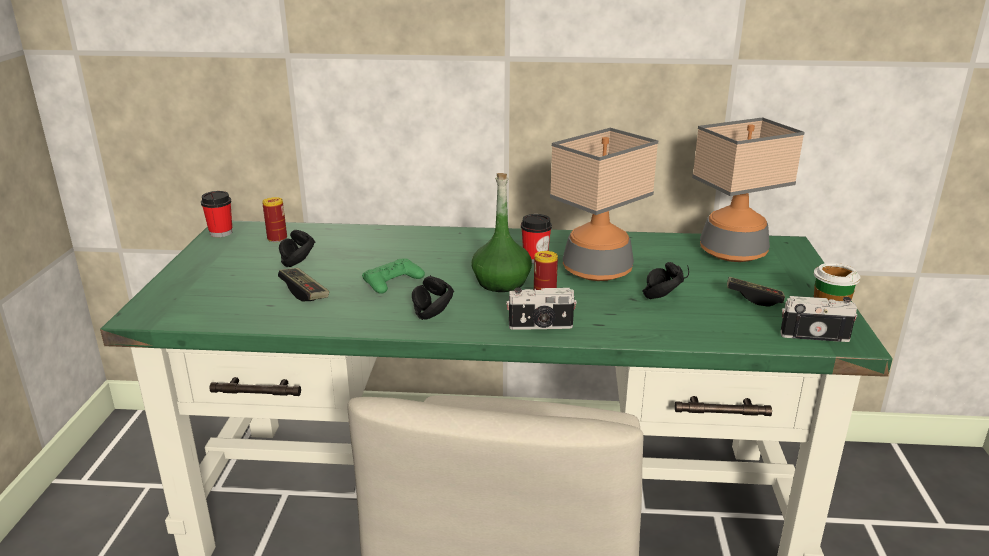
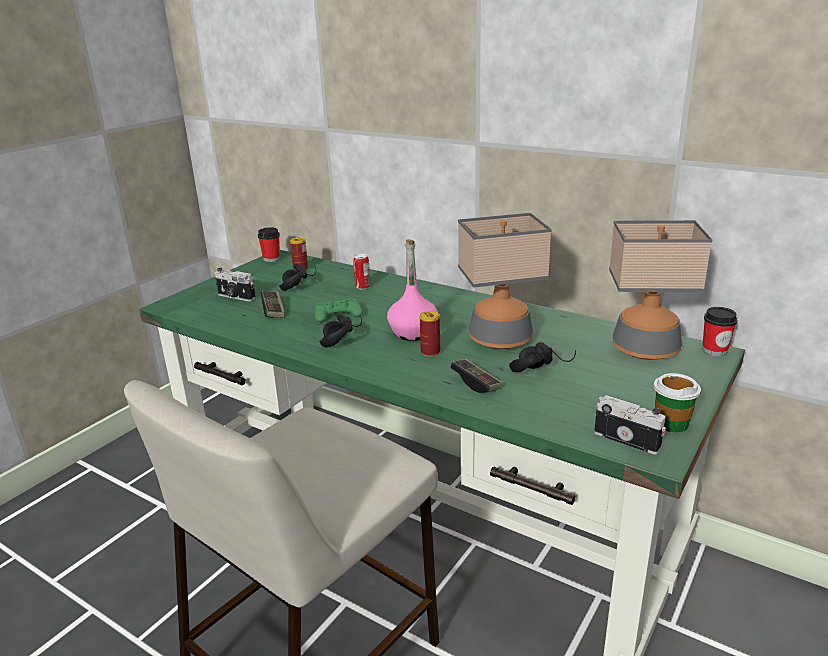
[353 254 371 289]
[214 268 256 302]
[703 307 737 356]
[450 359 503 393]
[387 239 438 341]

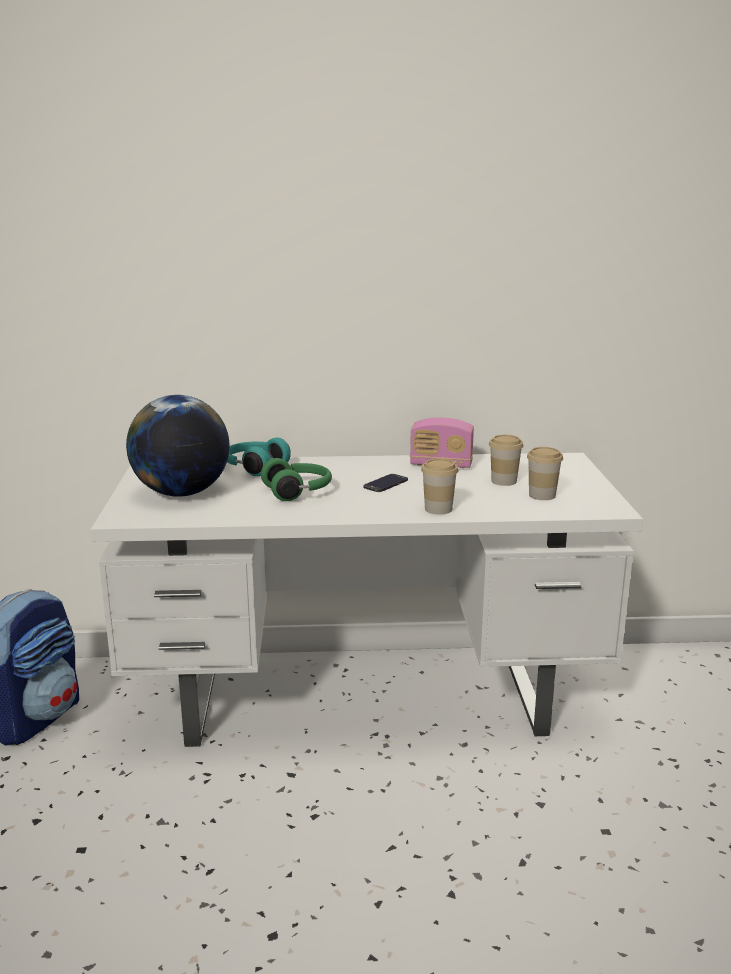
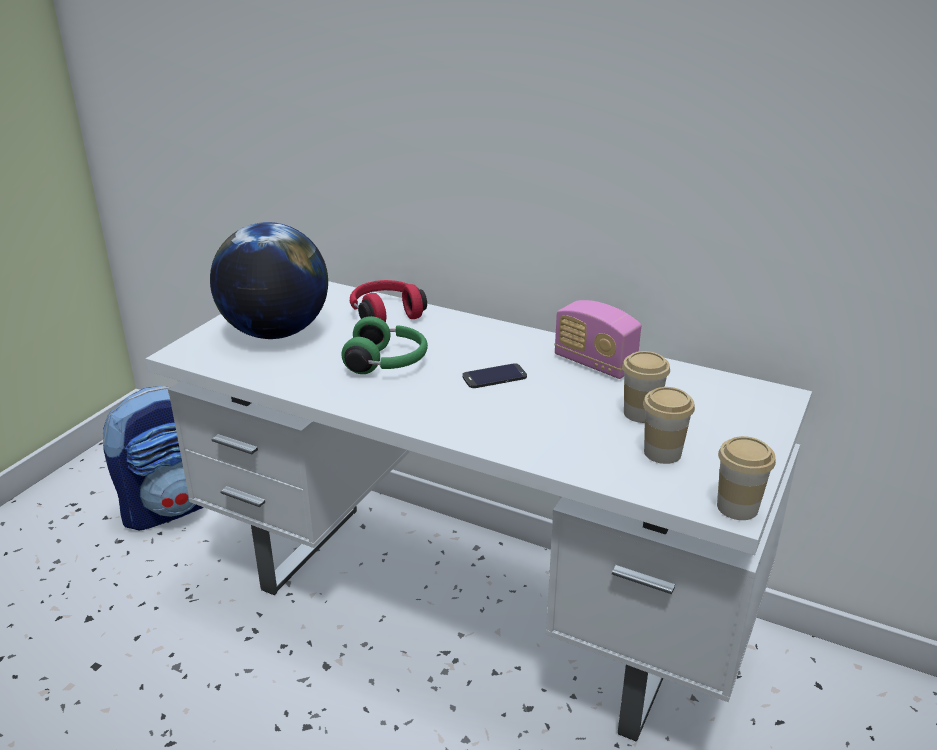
[717 436 776 520]
[350 280 427 322]

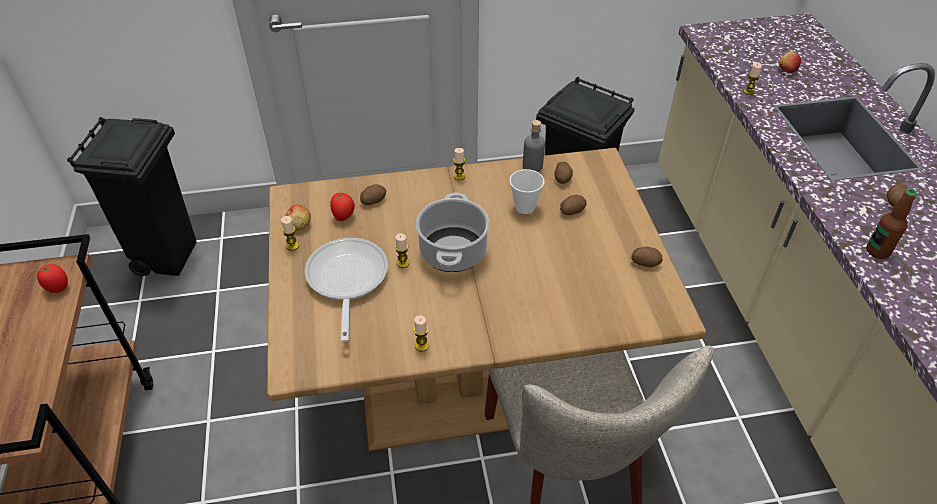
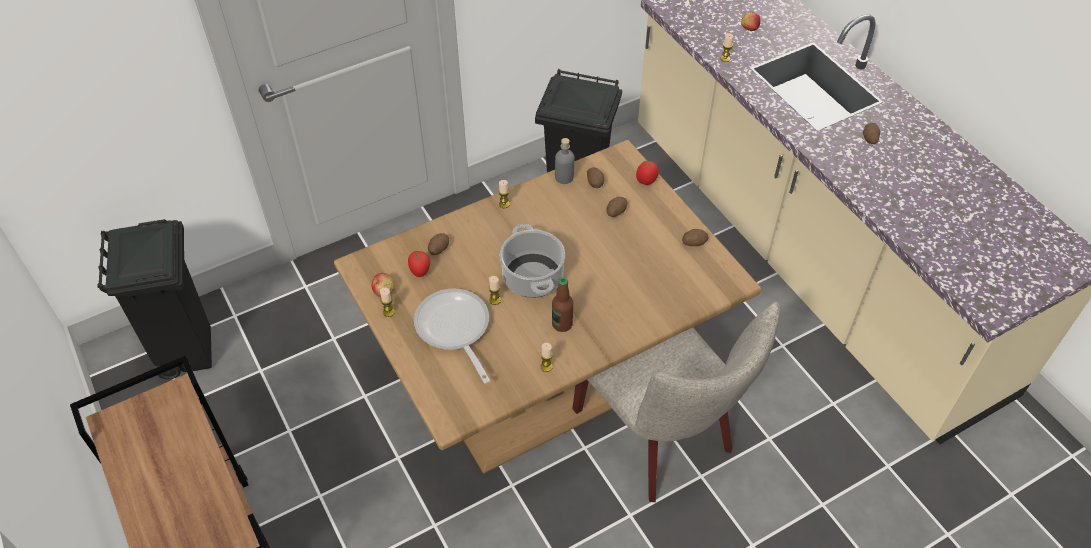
[509 169 545 214] (first image)
[636 161 659 185]
[552 277 573 332]

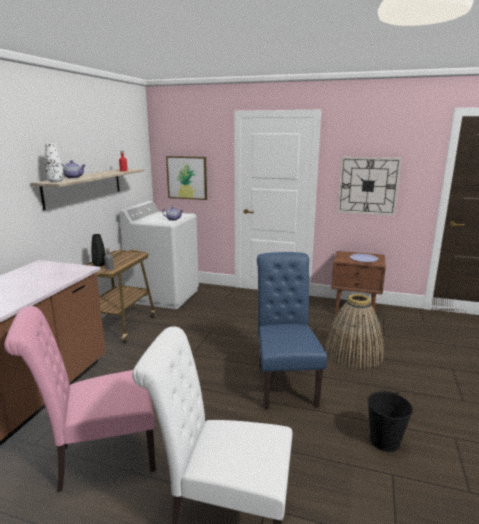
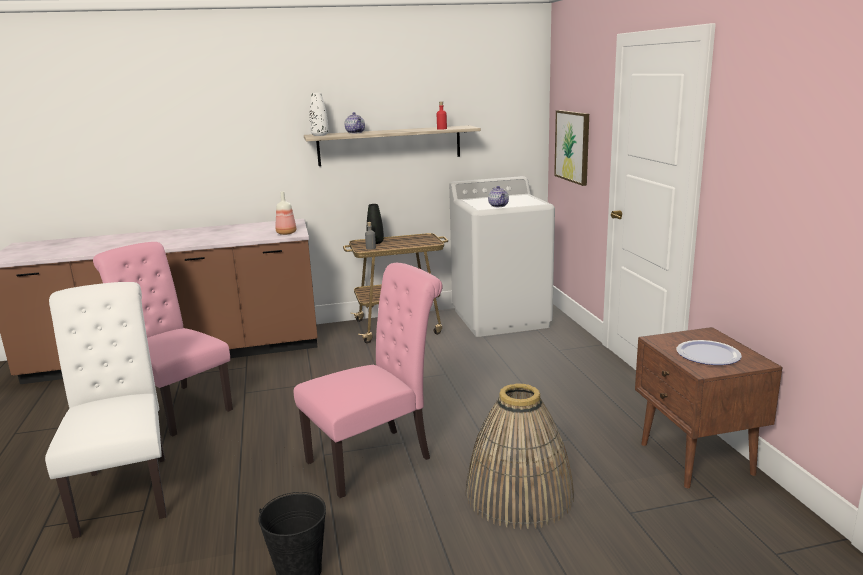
[337 157 402 216] (first image)
[275 191 297 235]
[294 263 443 498]

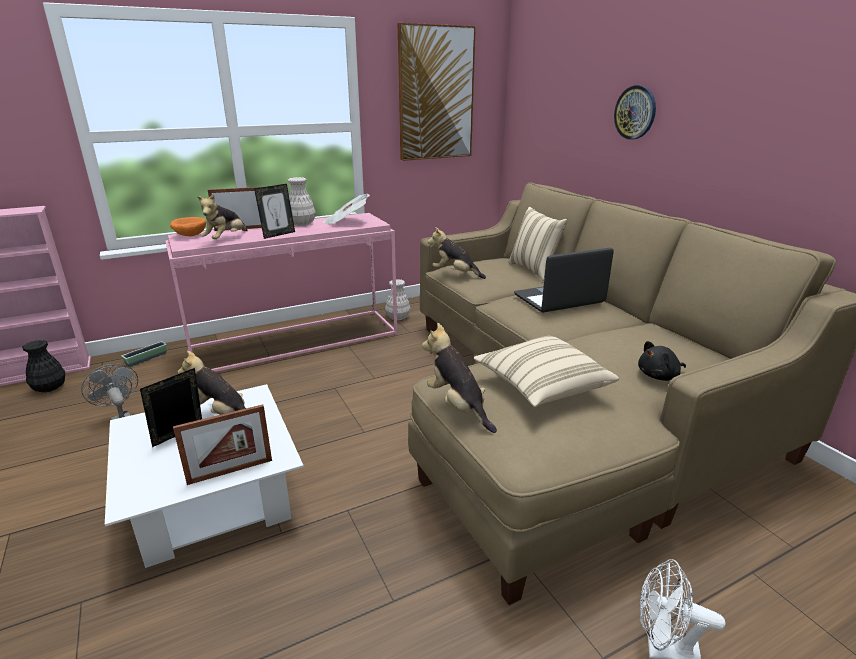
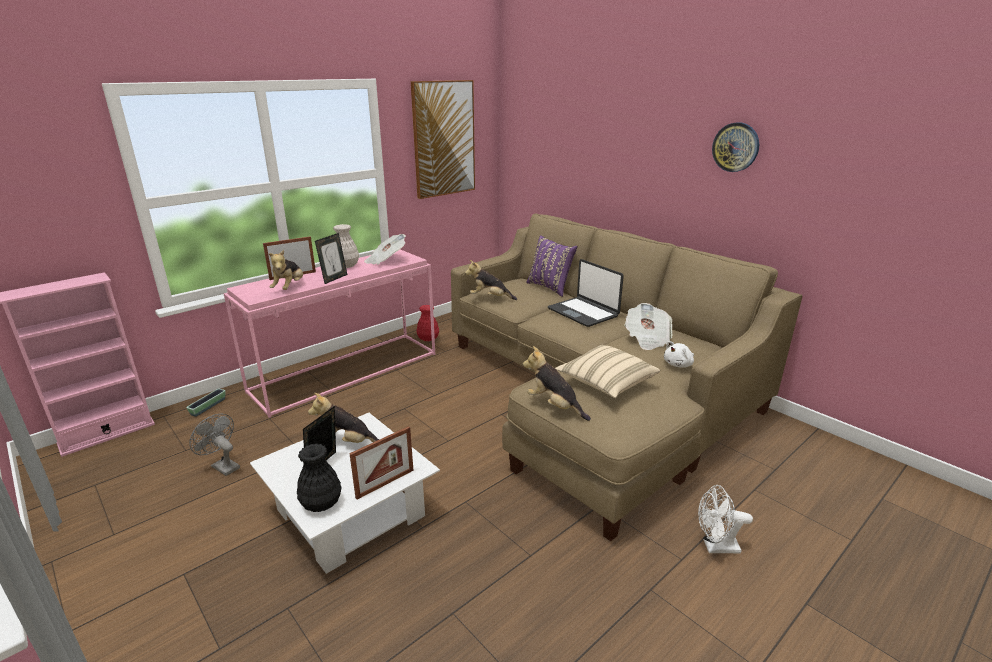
[170 217 206 236] (first image)
[624 303 672 350]
[297 444 342 512]
[712 122 759 172]
[416 305 439 341]
[526 235 578 297]
[664 341 694 368]
[548 259 624 327]

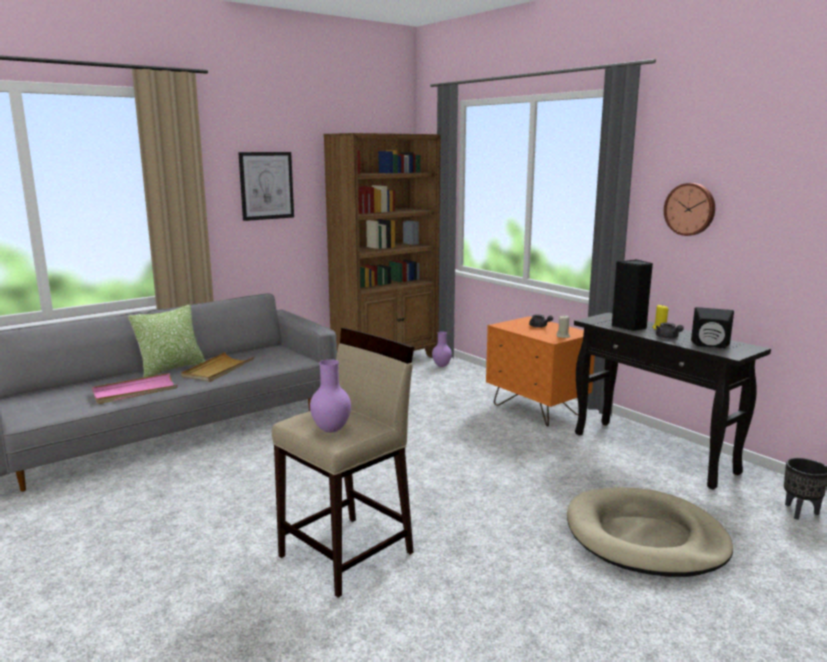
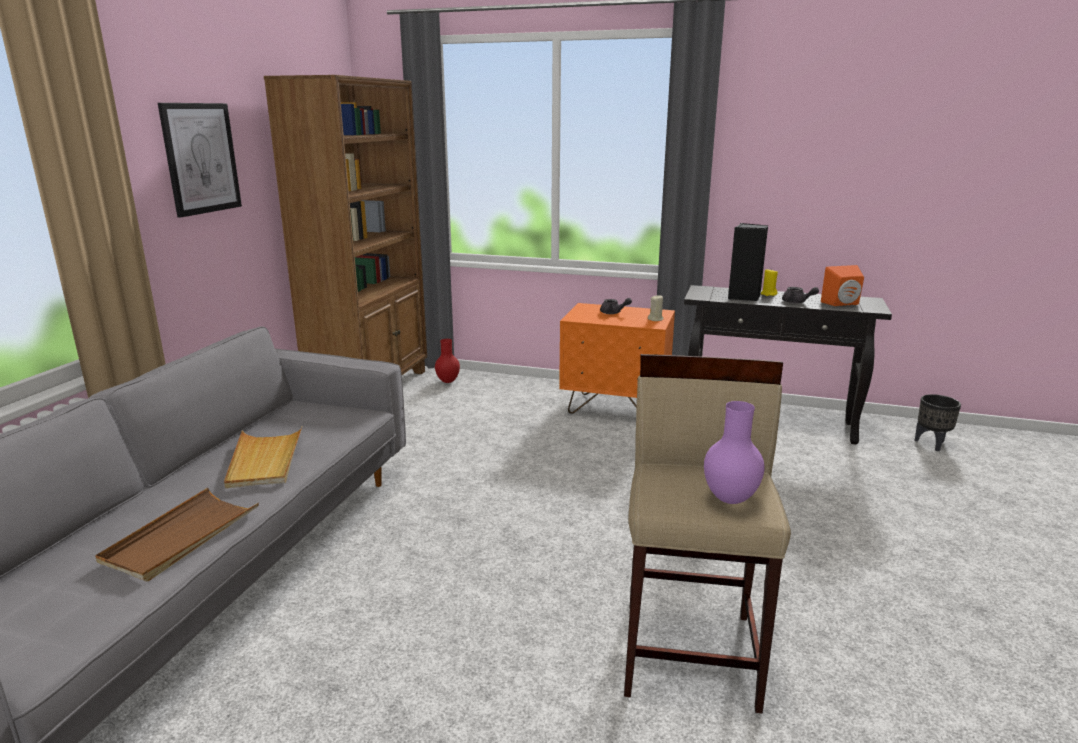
[128 305 205 378] (first image)
[567 487 733 577] (first image)
[664 183 715 236] (first image)
[95 488 259 582]
[435 339 460 383]
[821 265 864 306]

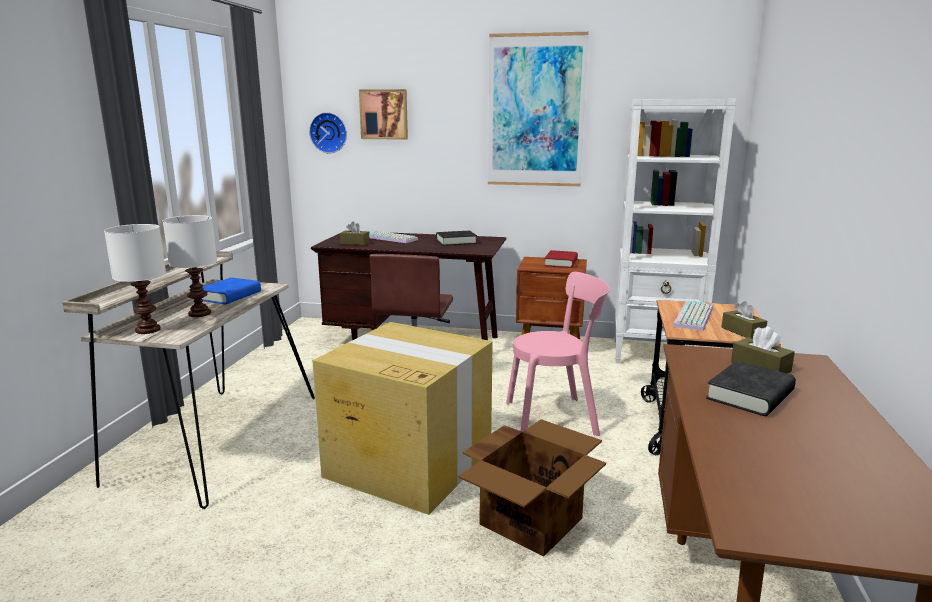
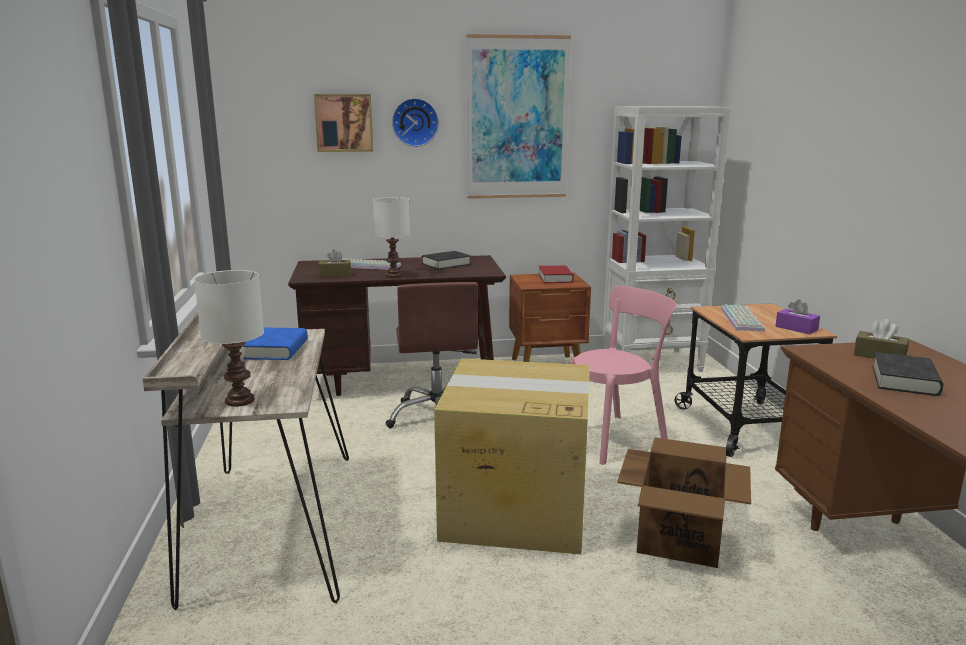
[373 197 410 278]
[392 98 439 147]
[776 299 820 334]

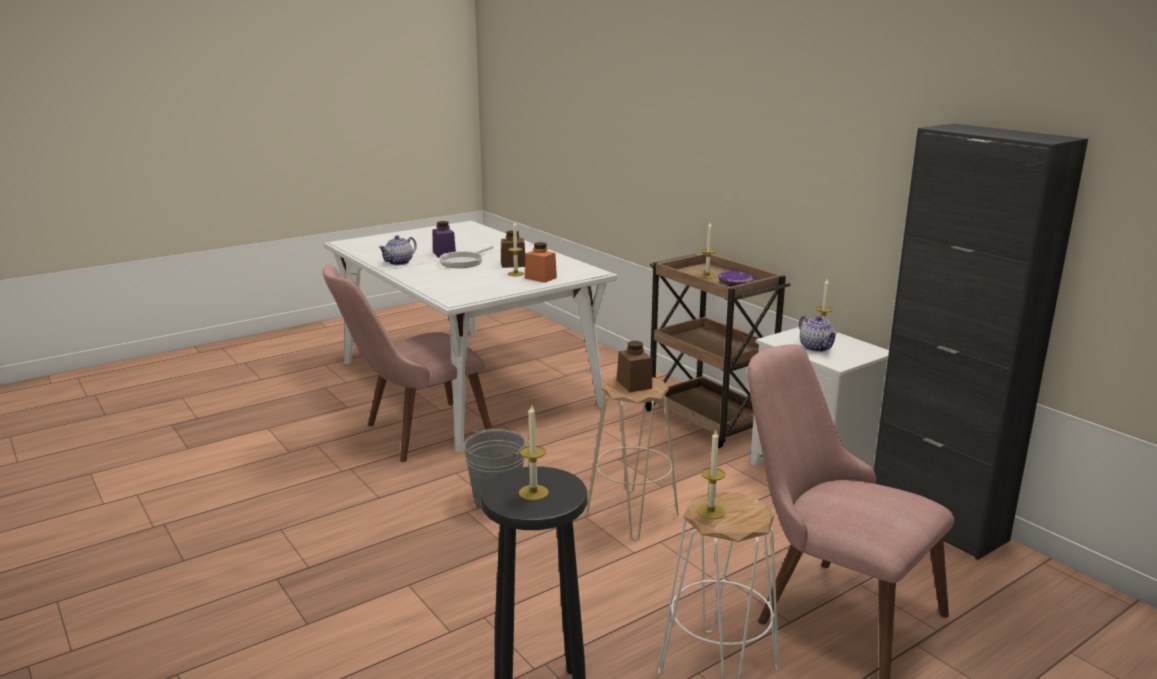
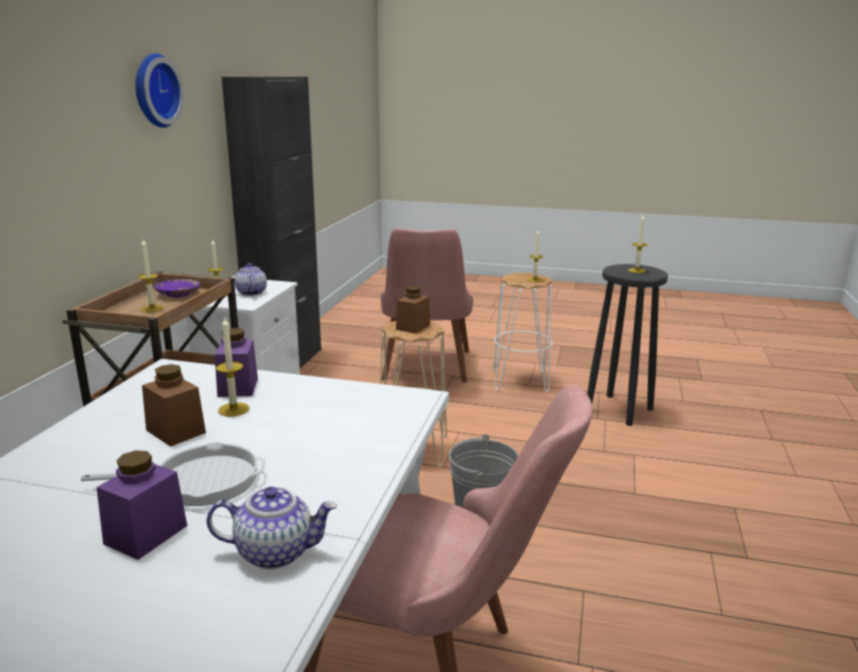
[135 53 184 128]
[215 328 258 397]
[235 263 267 296]

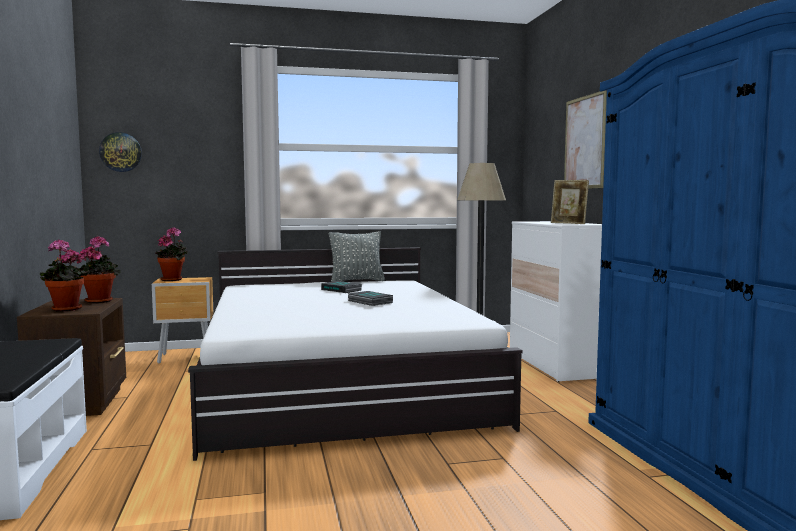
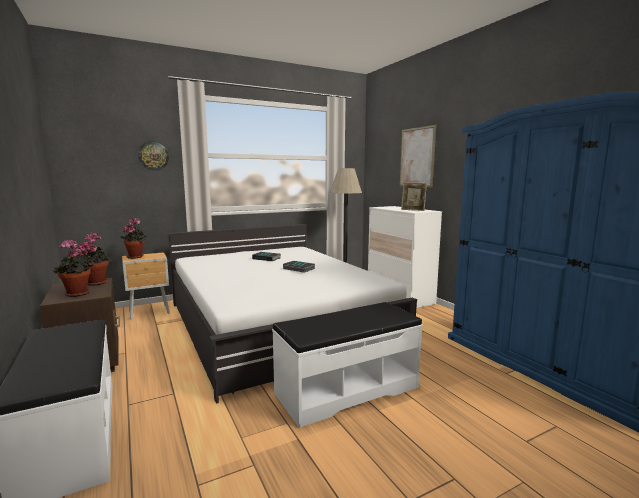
[329 231 385 282] (first image)
[272 302 423 428]
[138 141 169 171]

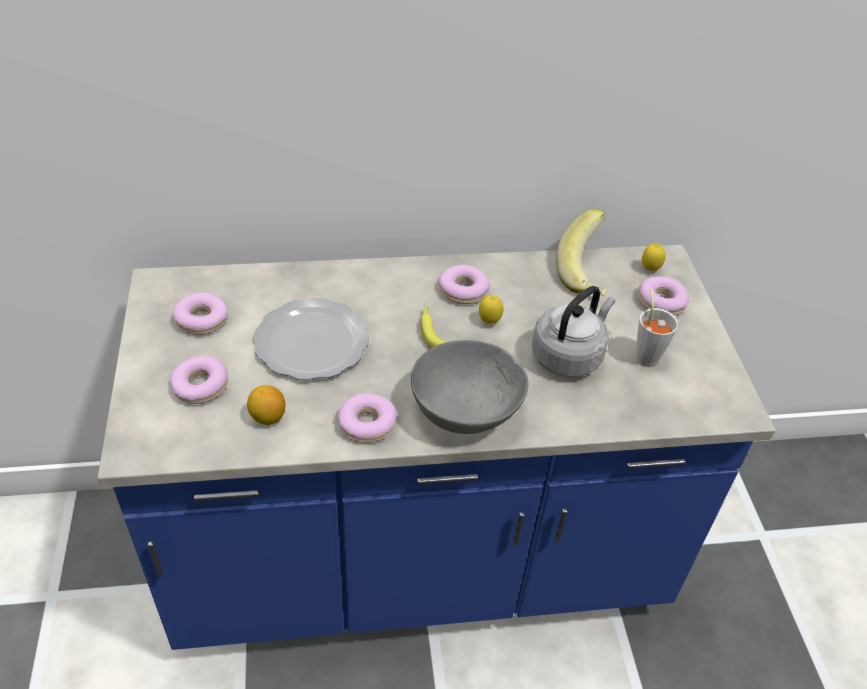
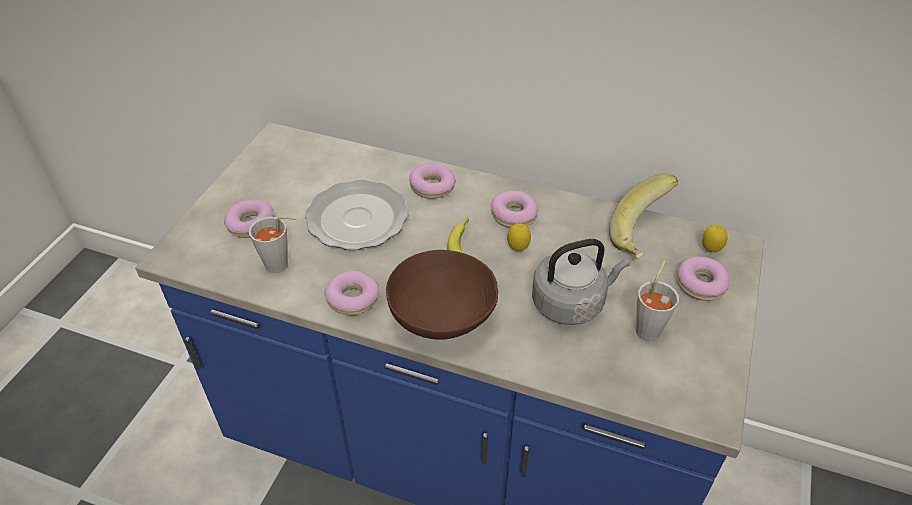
[409 163 456 199]
[249 216 297 273]
[386 250 498 340]

